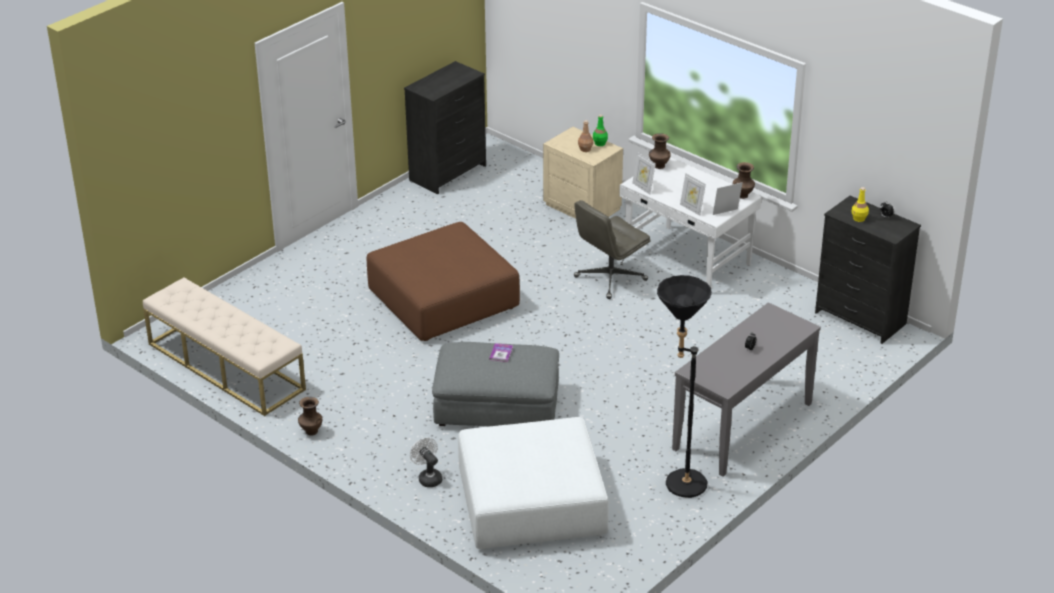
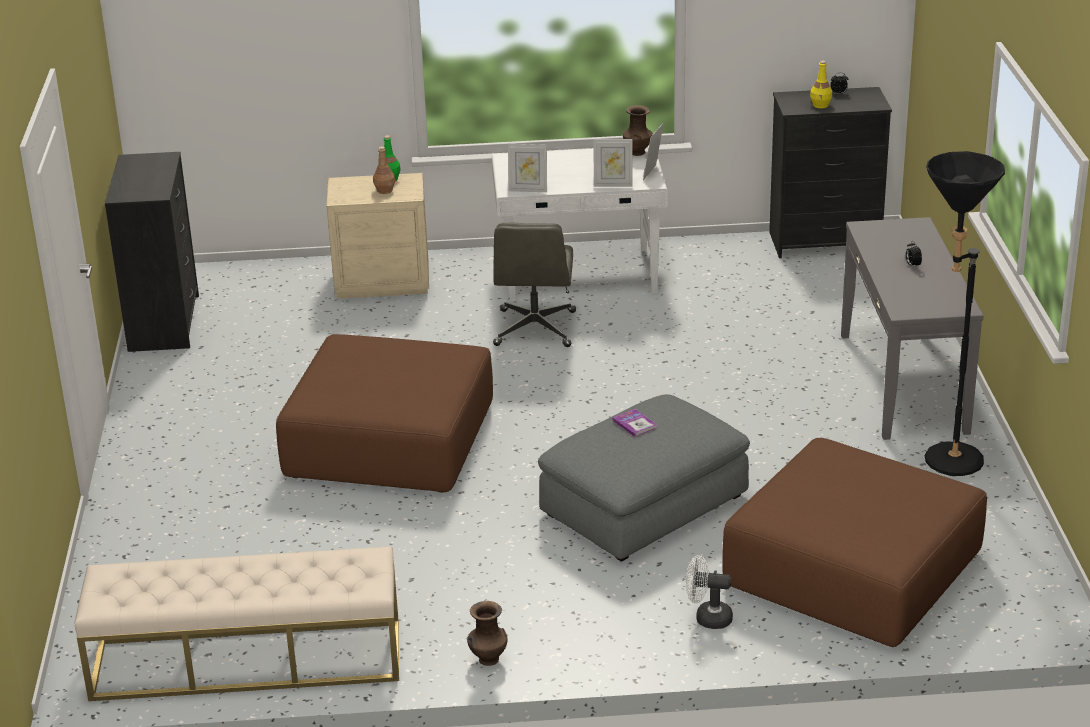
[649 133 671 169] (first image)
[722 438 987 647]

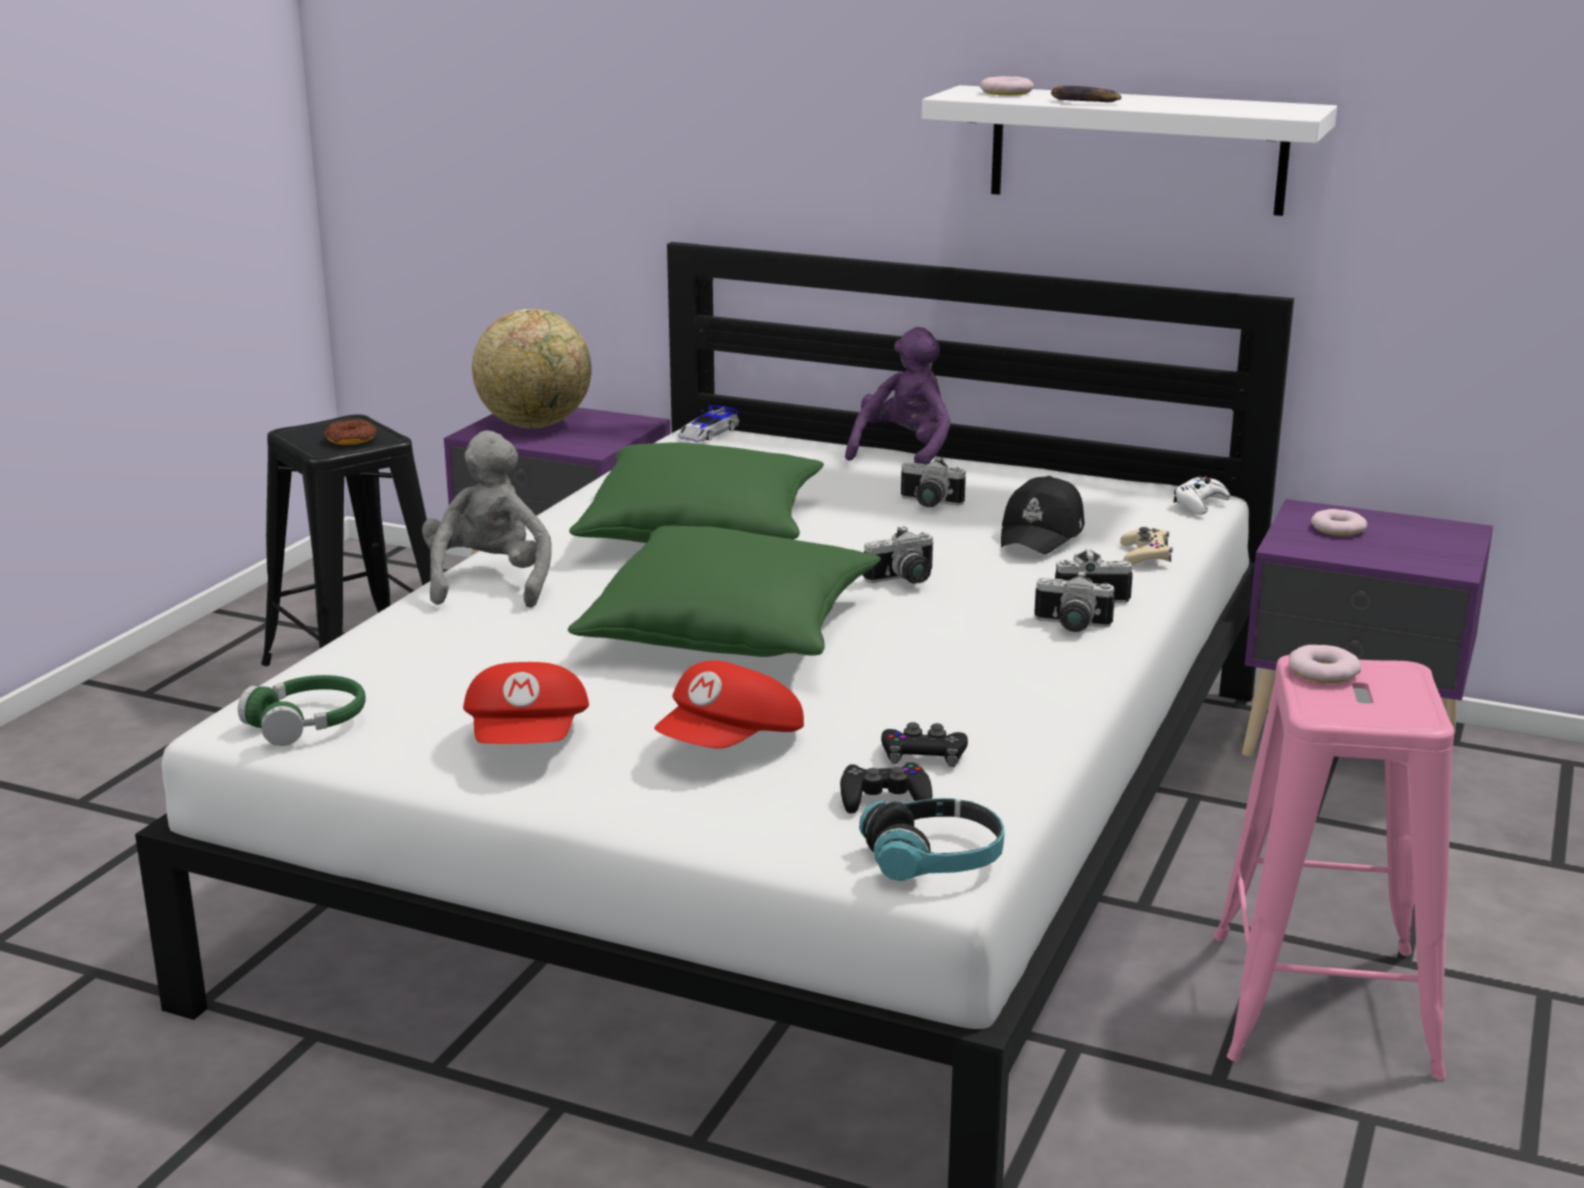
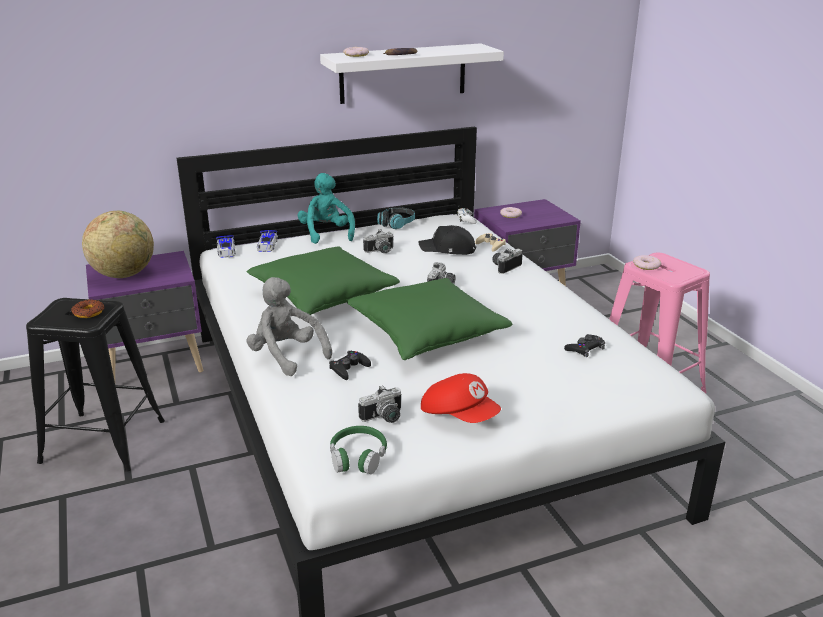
[654 661 804 749] (first image)
[257 230 278 252]
[329 351 371 380]
[377 207 415 229]
[358 385 401 423]
[298 173 355 244]
[418 225 476 255]

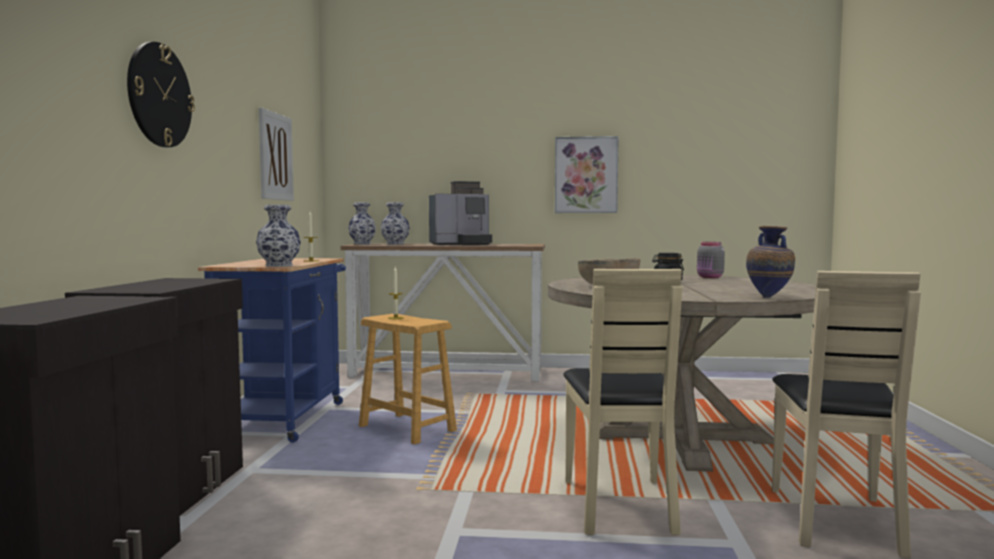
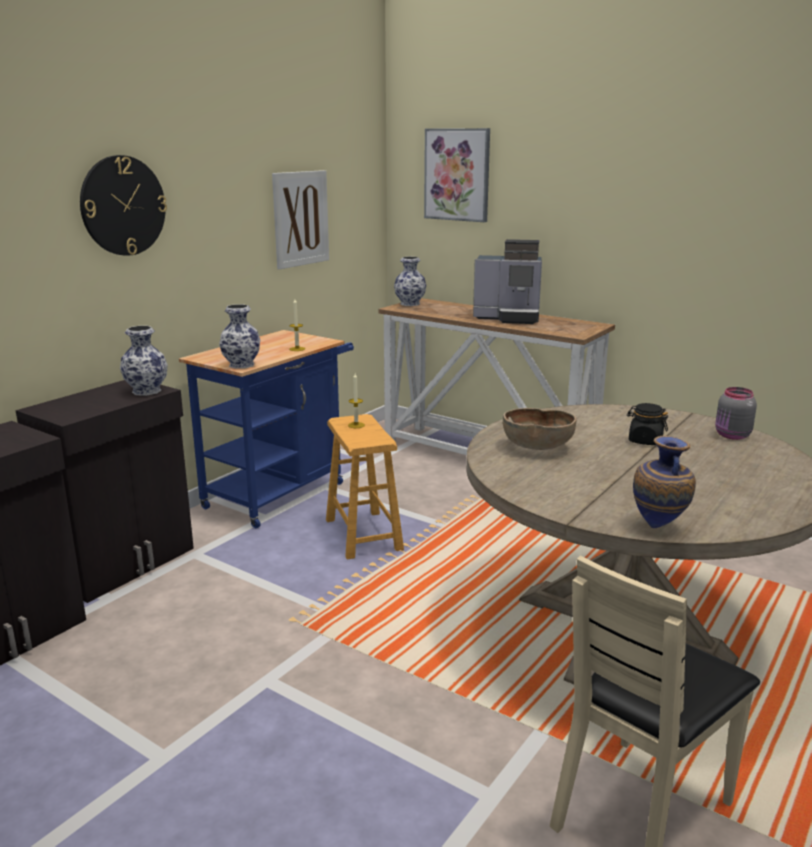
[563 269 682 535] (first image)
[120 326 168 396]
[424 128 490 222]

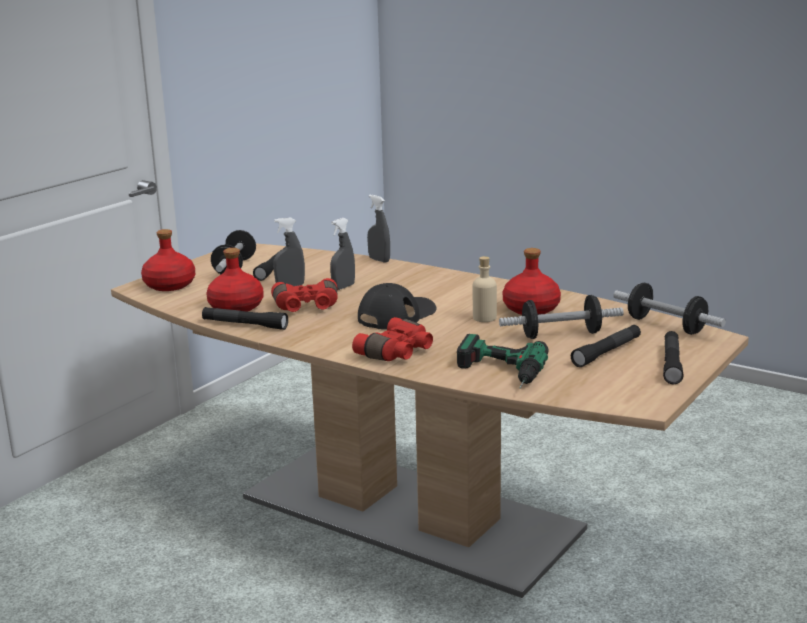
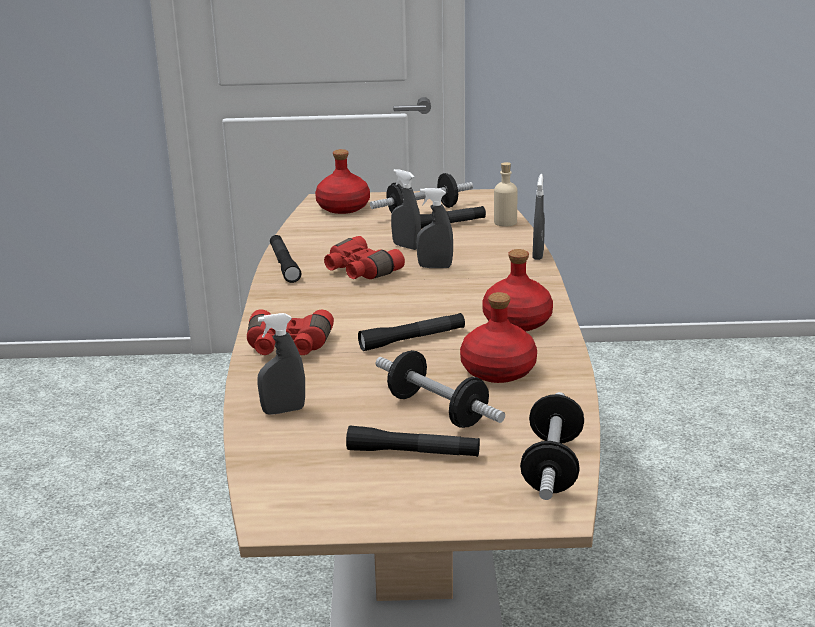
[358 283 437 329] (first image)
[482 249 553 332]
[494 162 517 227]
[358 313 465 351]
[257 313 305 415]

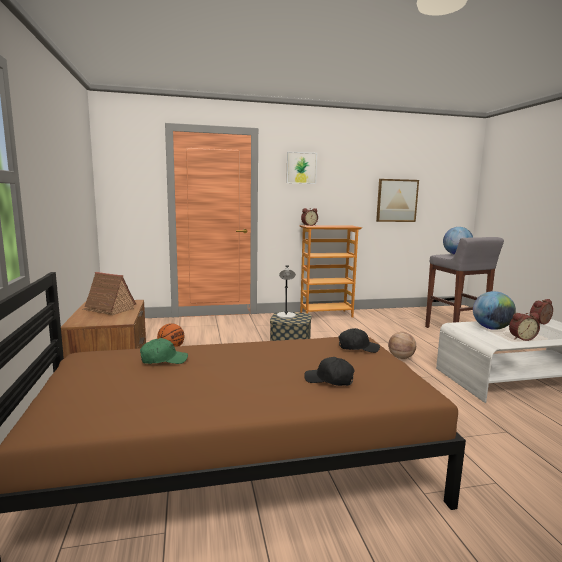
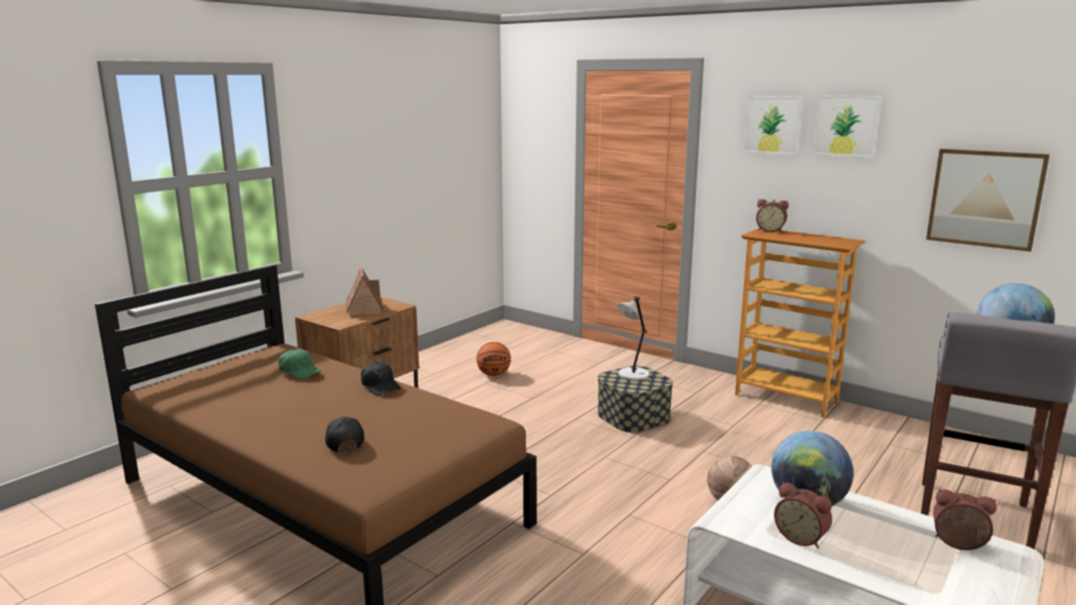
[813 95 881 158]
[361 362 401 395]

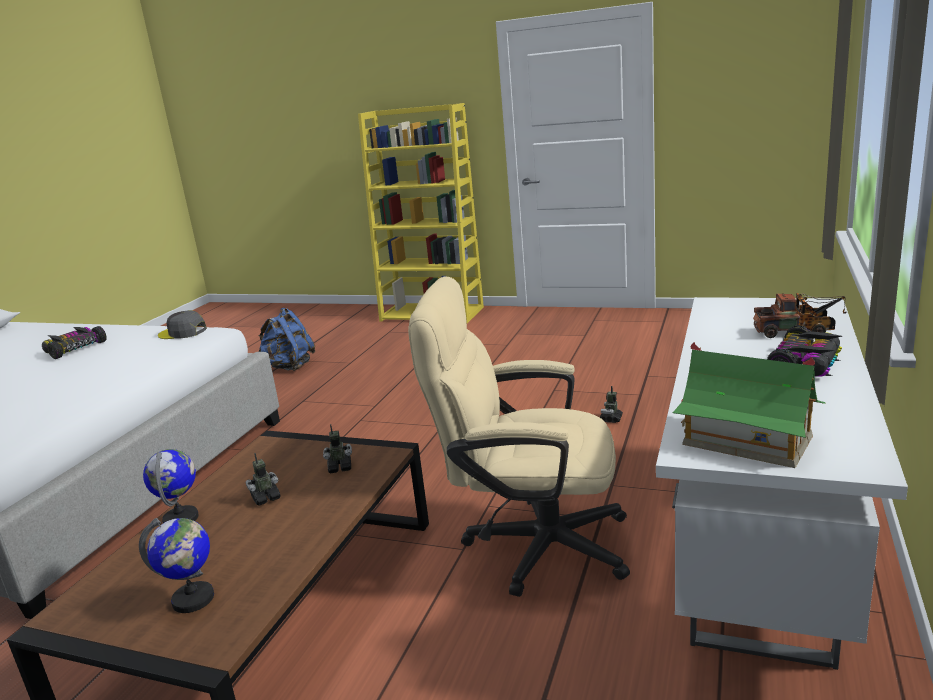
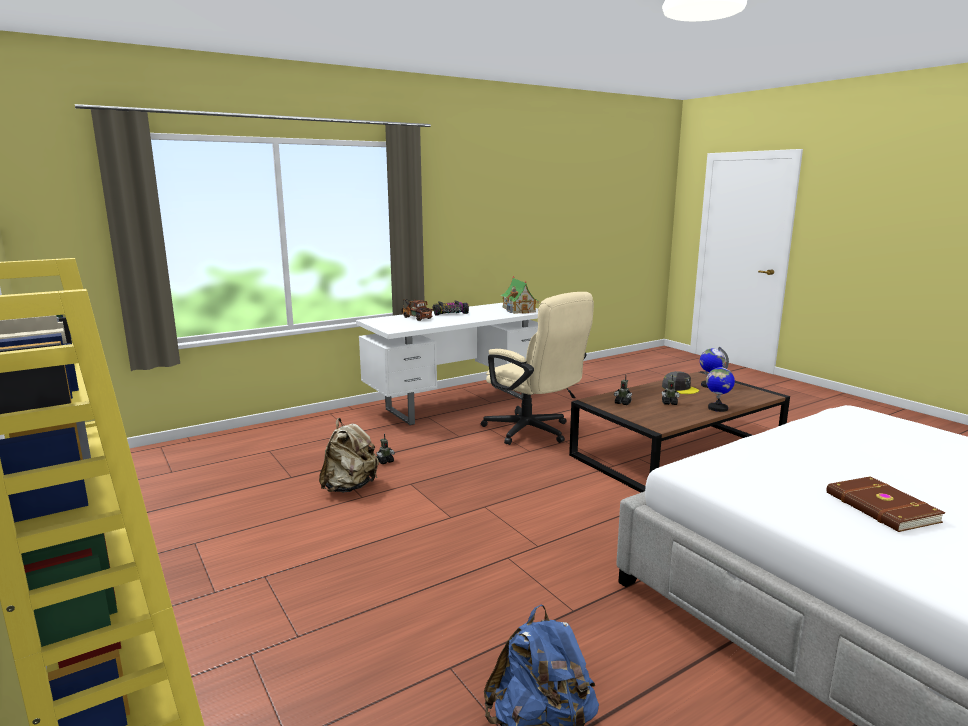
[319 418 379 493]
[662 371 699 394]
[826 476 945 532]

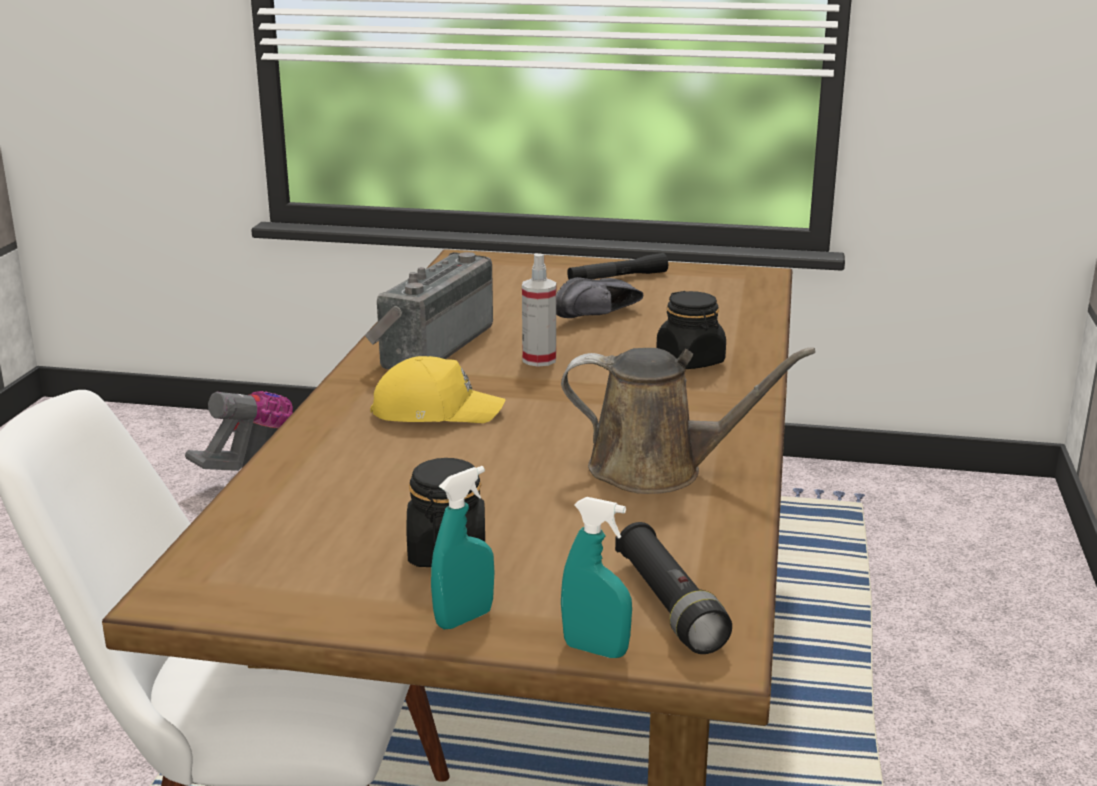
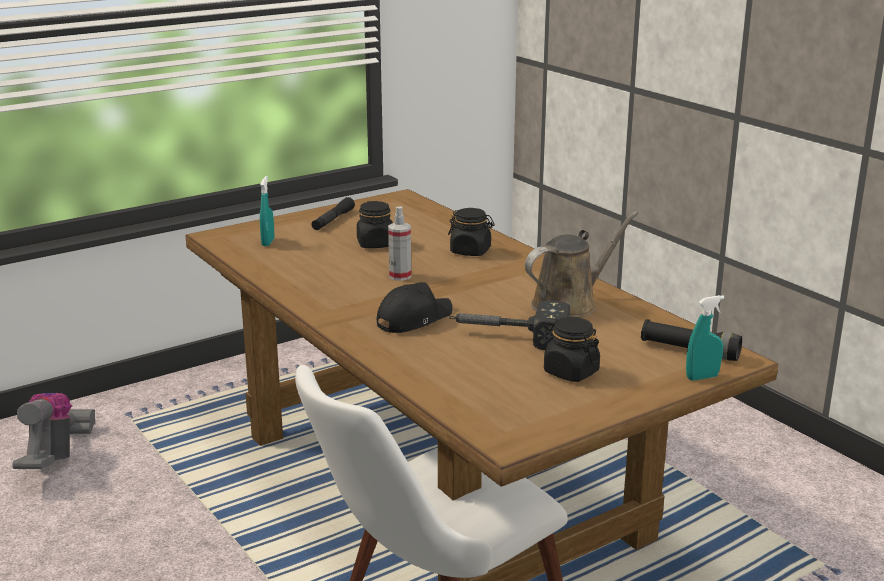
[365 252 493 370] (first image)
[449 300 570 350]
[260 176 274 246]
[357 201 393 248]
[377 282 453 333]

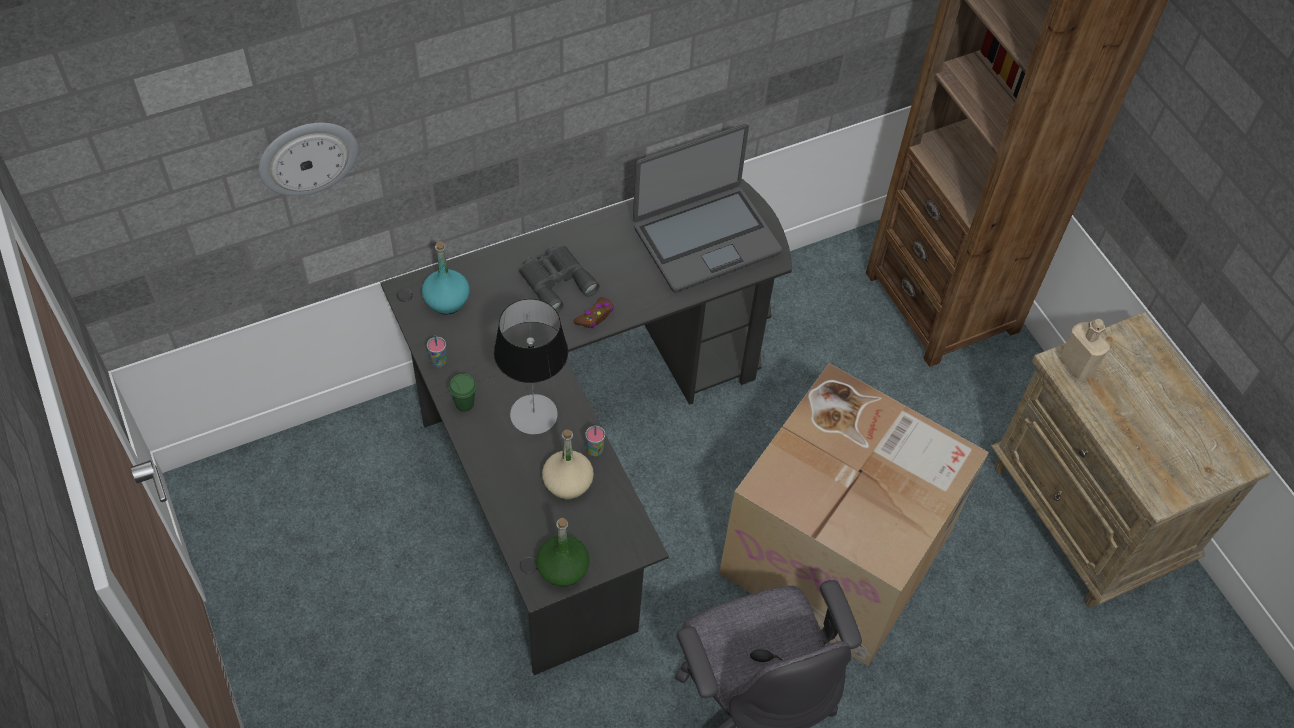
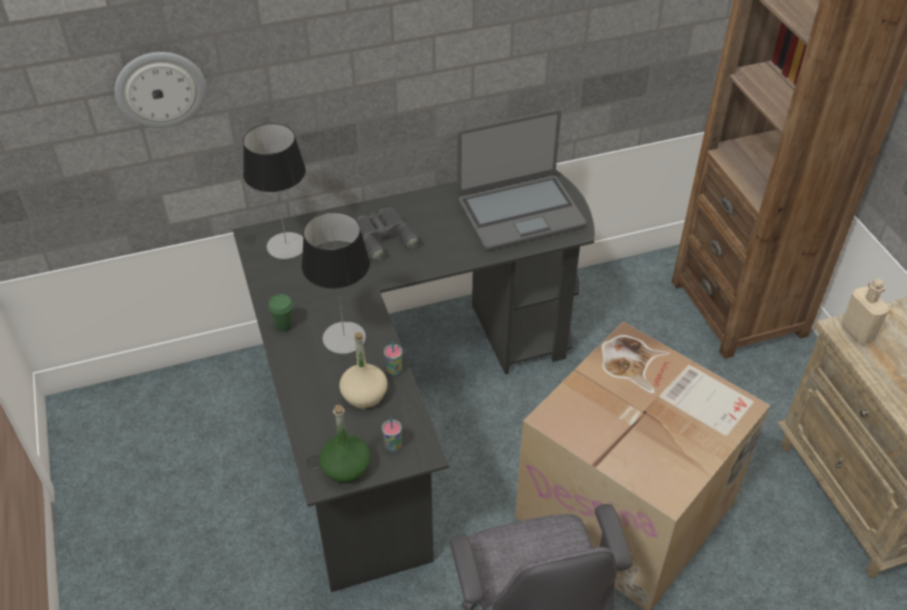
[573 297 614 328] (first image)
[382 417 402 452]
[243 123 306 259]

